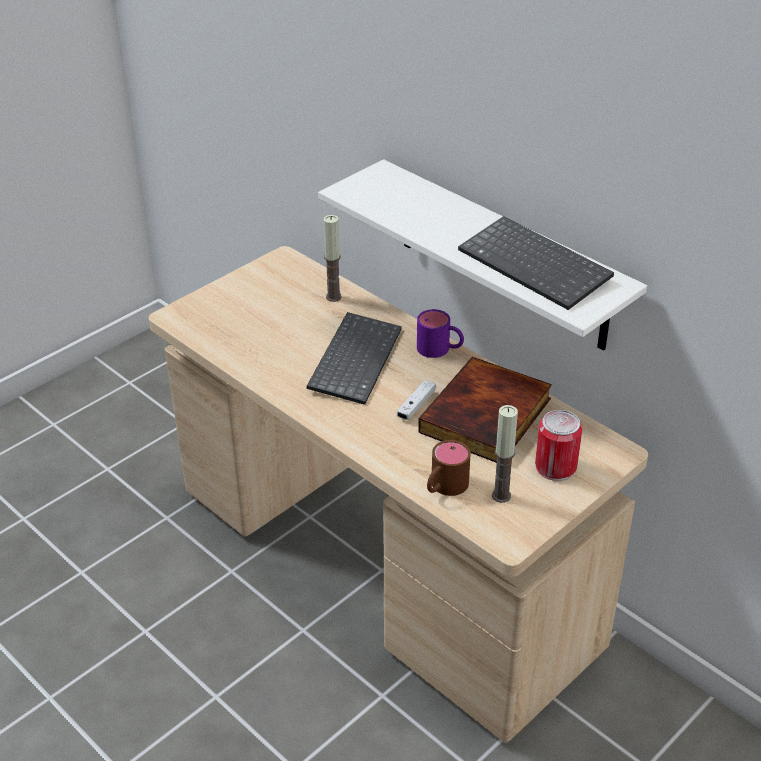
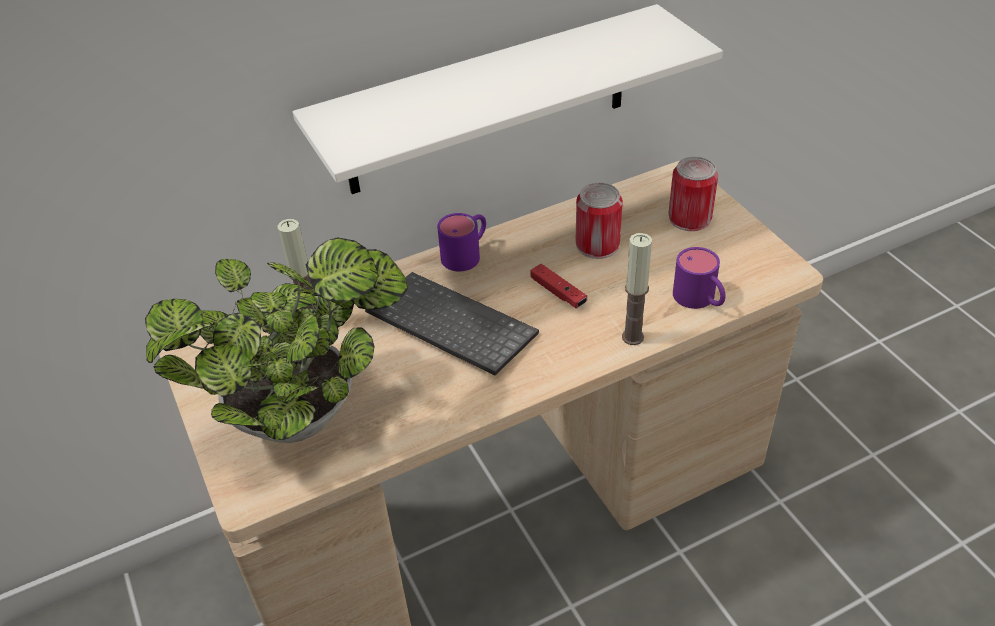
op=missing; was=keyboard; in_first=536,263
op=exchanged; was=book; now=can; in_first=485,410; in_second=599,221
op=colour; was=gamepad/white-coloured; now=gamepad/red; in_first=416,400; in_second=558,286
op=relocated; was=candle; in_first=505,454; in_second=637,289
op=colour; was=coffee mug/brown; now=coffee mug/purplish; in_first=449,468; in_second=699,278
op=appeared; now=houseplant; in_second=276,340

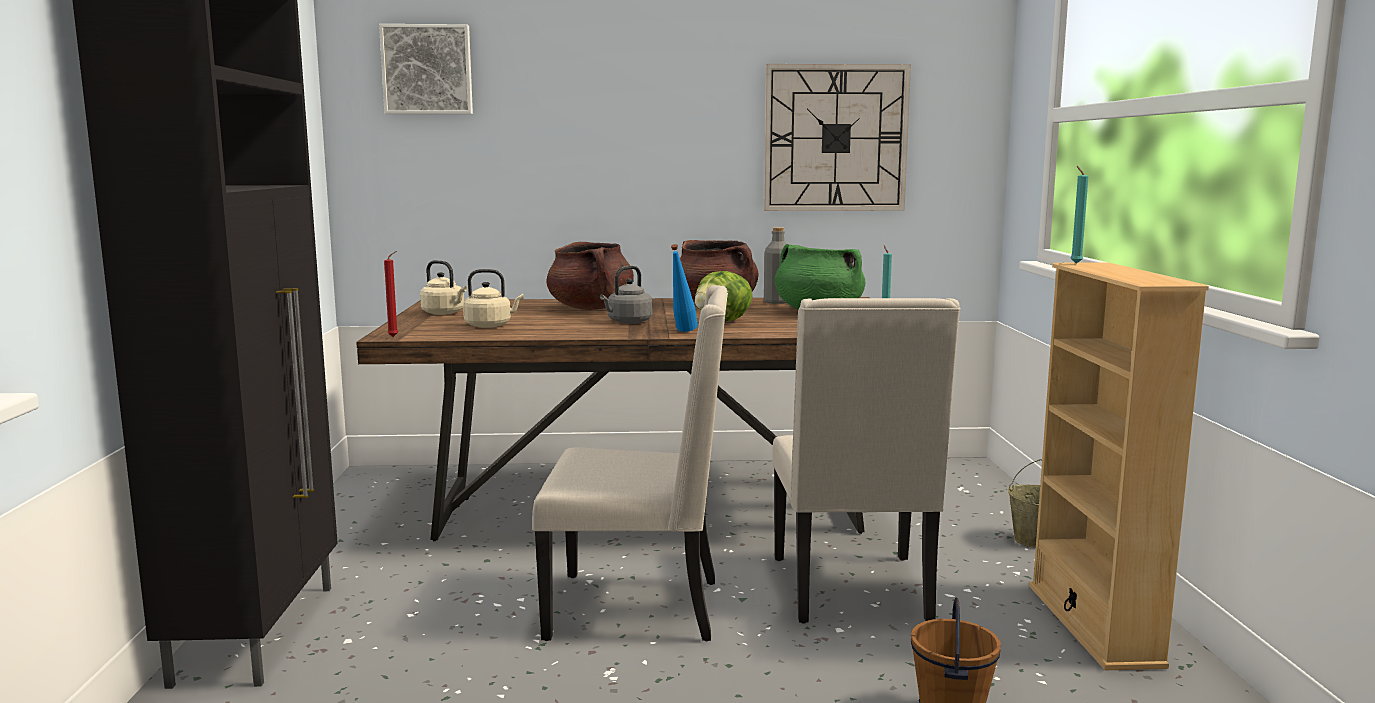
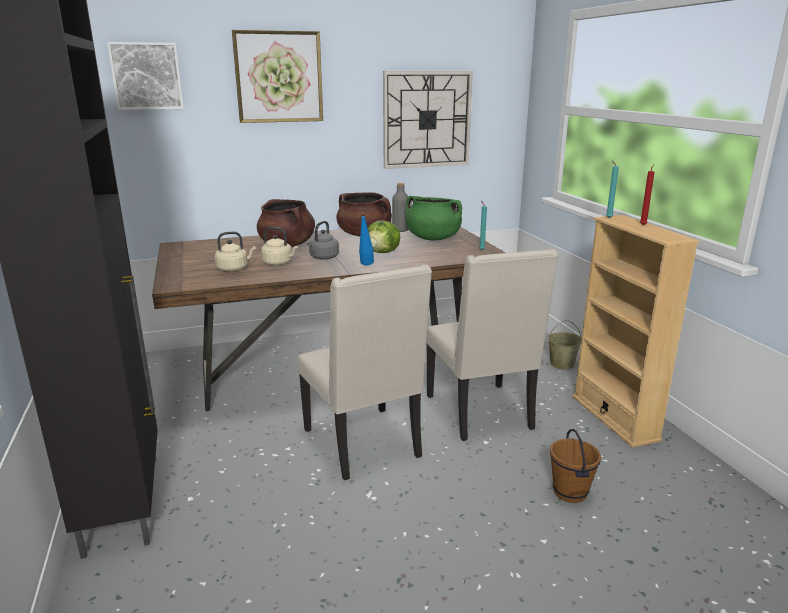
op=relocated; was=candle/red; in_first=391,294; in_second=647,195
op=relocated; was=tea kettle/sand-coloured; in_first=443,287; in_second=279,246
op=spun; was=plain chair/sand-coloured; in_first=630,463; in_second=364,372; clockwise=75
op=appeared; now=picture; in_second=277,76

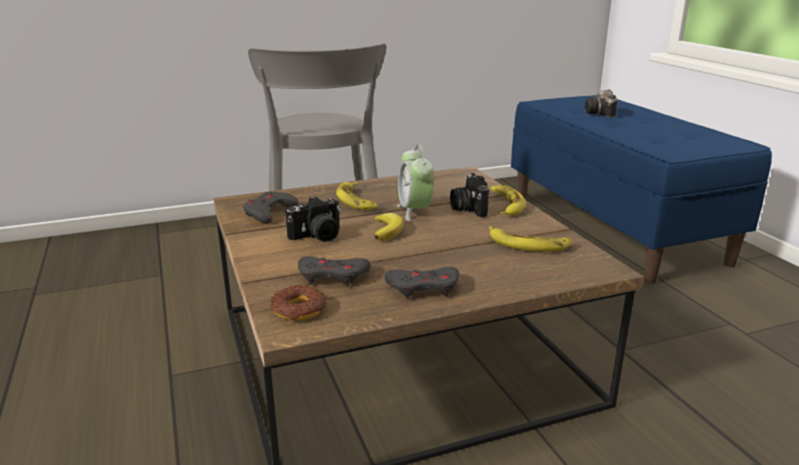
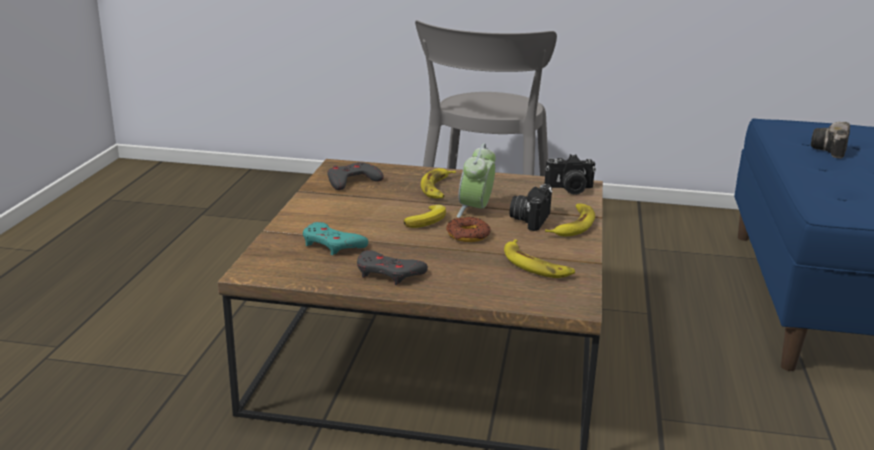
op=relocated; was=still camera; in_first=312,219; in_second=570,174
op=colour; was=gamepad/greyish; now=gamepad/turquoise; in_first=334,271; in_second=335,238
op=relocated; was=doughnut; in_first=298,303; in_second=468,229

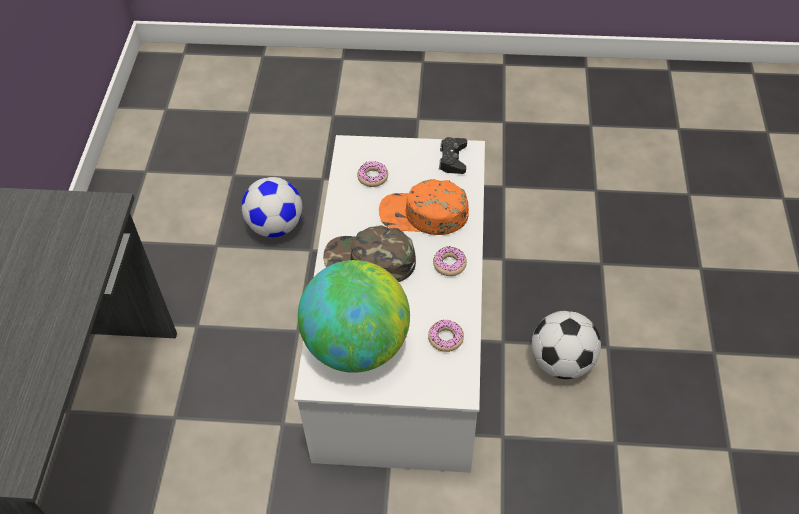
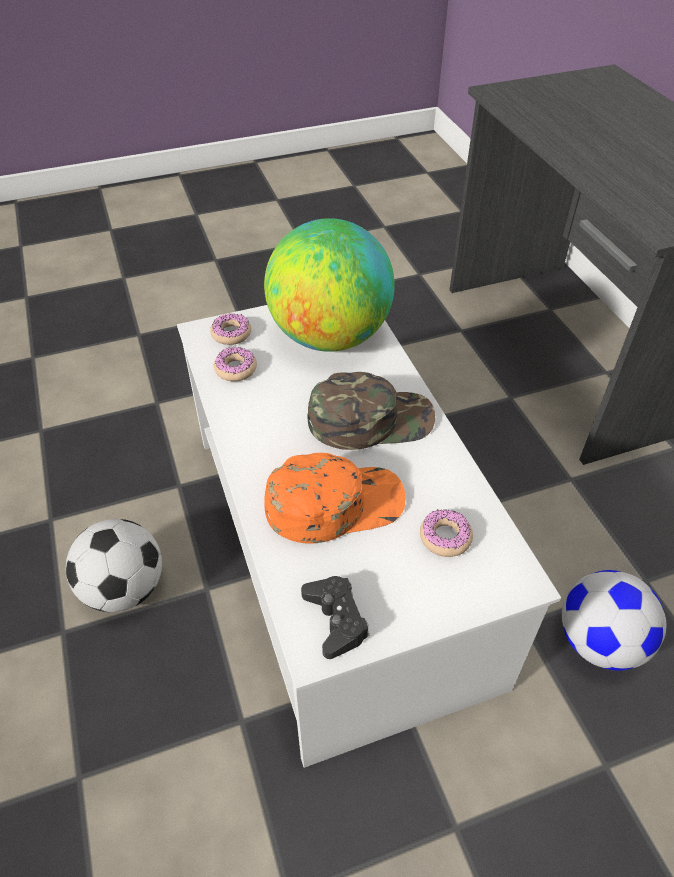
op=relocated; was=doughnut; in_first=450,261; in_second=230,329

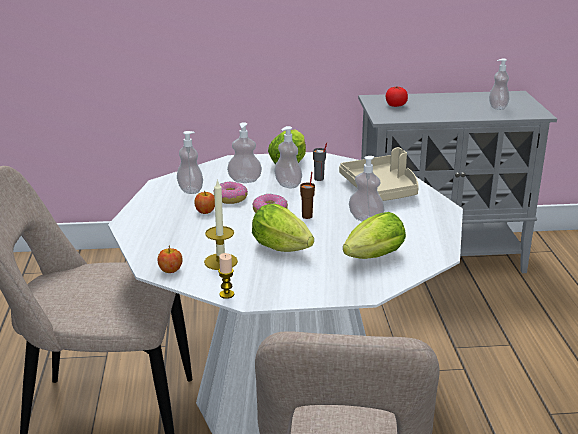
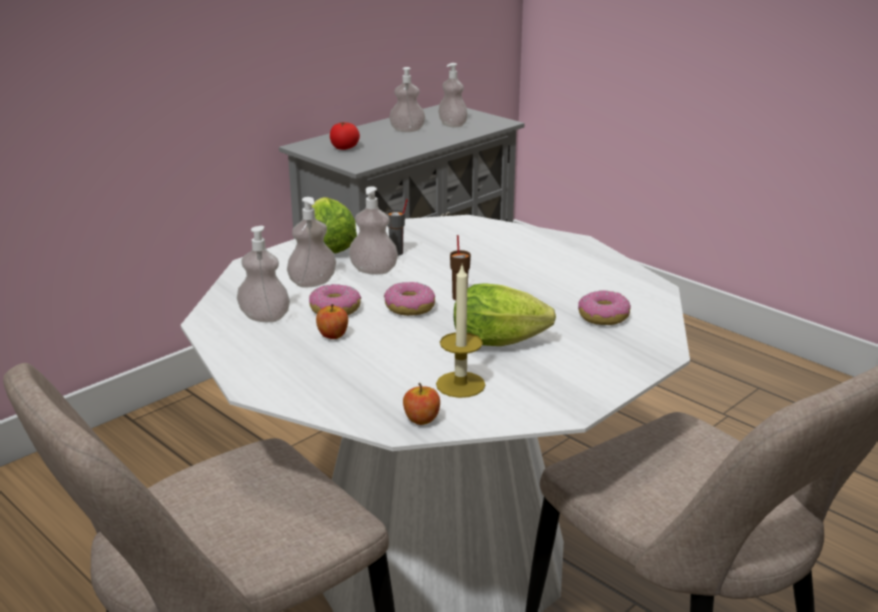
op=missing; was=tray/sand-coloured; in_first=379,174
op=relocated; was=soap bottle; in_first=367,189; in_second=407,99
op=exchanged; was=head of lettuce; now=doughnut; in_first=374,235; in_second=604,307
op=missing; was=candle; in_first=226,276

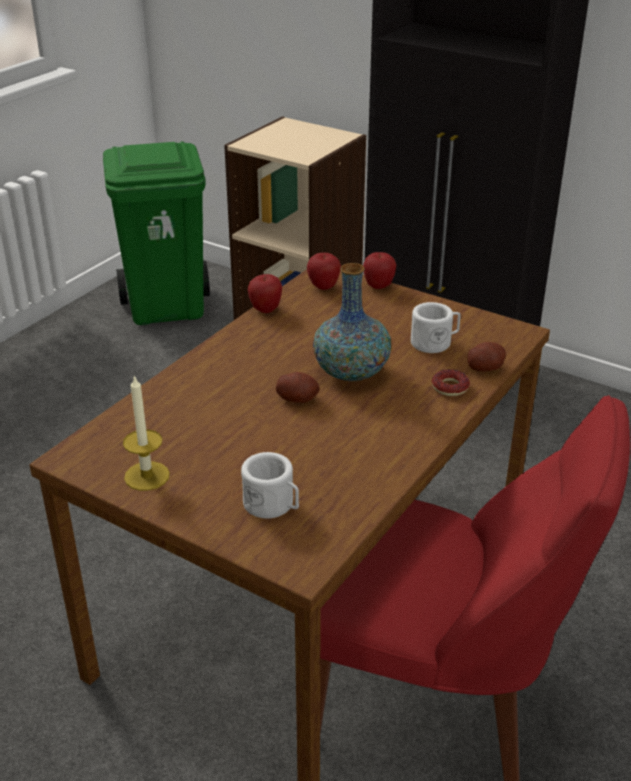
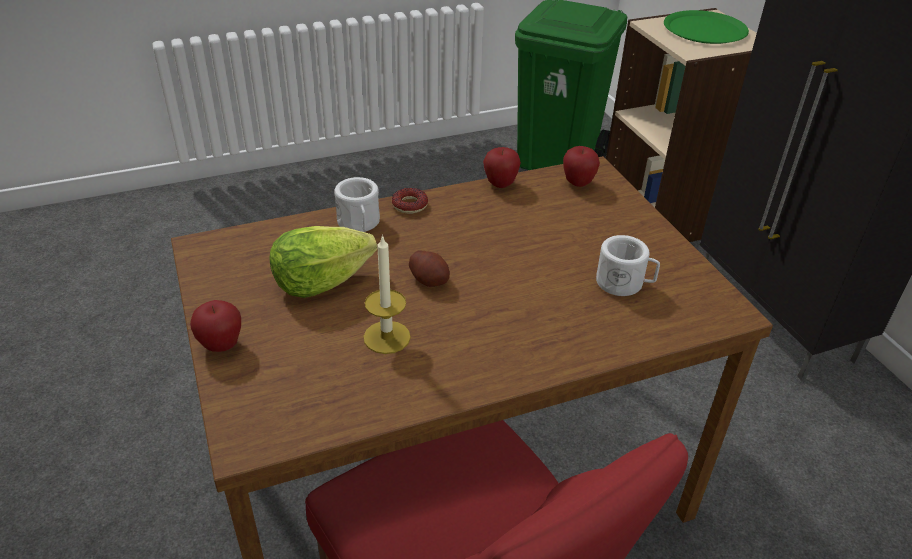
op=relocated; was=apple fruit; in_first=379,270; in_second=215,326
op=missing; was=decorative vase; in_first=352,322
op=missing; was=potato; in_first=487,357
op=relocated; was=doughnut; in_first=451,382; in_second=410,201
op=relocated; was=candle; in_first=146,433; in_second=387,294
op=relocated; was=coffee mug/white-coloured; in_first=270,485; in_second=357,204
op=appeared; now=dinner plate/greenish; in_second=706,27
op=appeared; now=head of lettuce; in_second=323,262

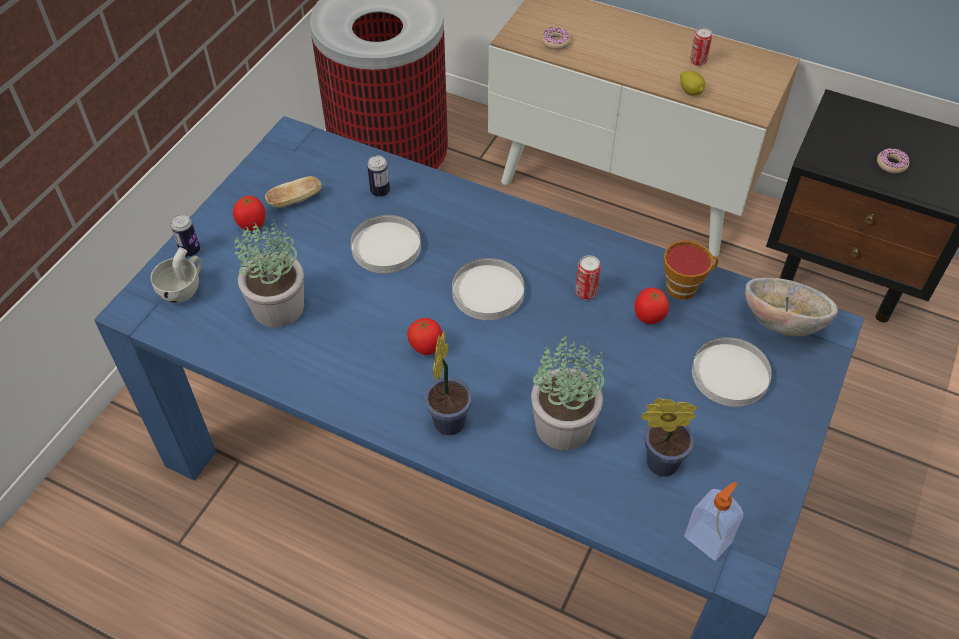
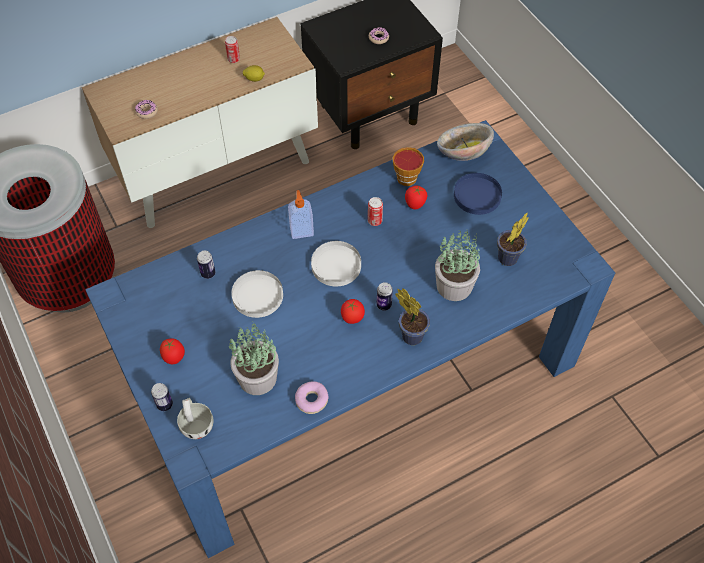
op=missing; was=bread; in_first=293,192
op=colour; was=dinner plate/white-coloured; now=dinner plate/blue; in_first=732,372; in_second=478,194
op=relocated; was=soap bottle; in_first=714,521; in_second=301,214
op=appeared; now=can; in_second=385,296
op=appeared; now=doughnut; in_second=312,397

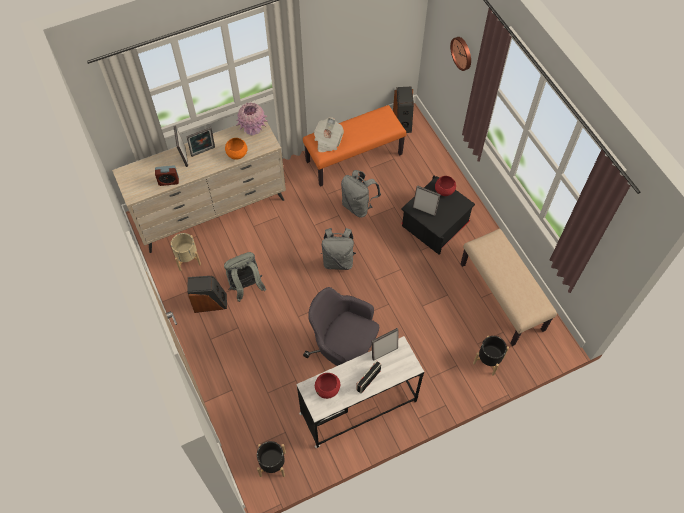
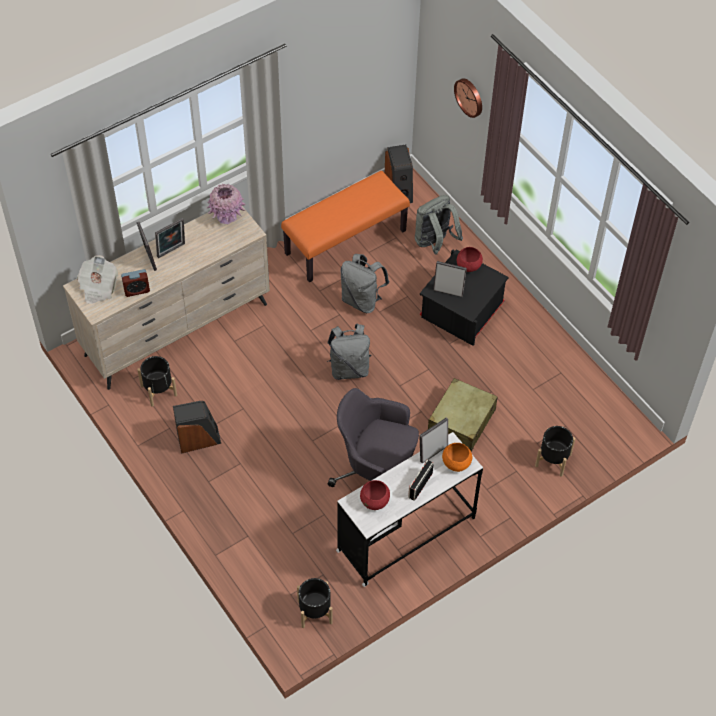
op=relocated; was=daily paper; in_first=329,134; in_second=97,279
op=relocated; was=bowl/orange; in_first=236,149; in_second=457,457
op=missing; was=long seat/sand-coloured; in_first=509,287
op=colour; was=planter/sand-coloured; now=planter/black; in_first=185,252; in_second=157,381
op=relocated; was=backpack/greyish; in_first=245,277; in_second=439,224
op=appeared; now=suitcase/sand-coloured; in_second=463,415

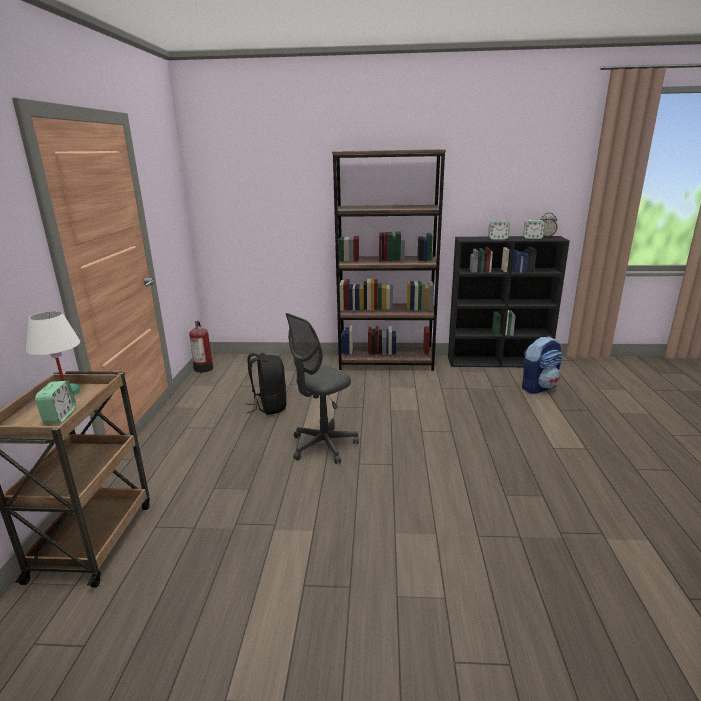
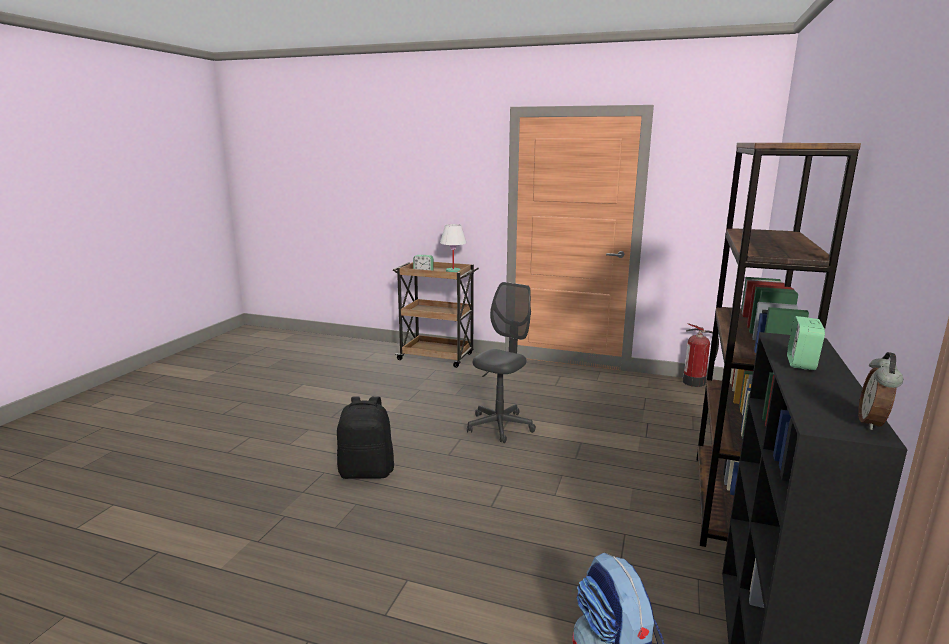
op=missing; was=table clock; in_first=534,229
op=spun; was=computer chair/greyish; in_first=322,388; in_second=501,362; clockwise=60
op=relocated; was=backpack/black; in_first=265,384; in_second=365,437

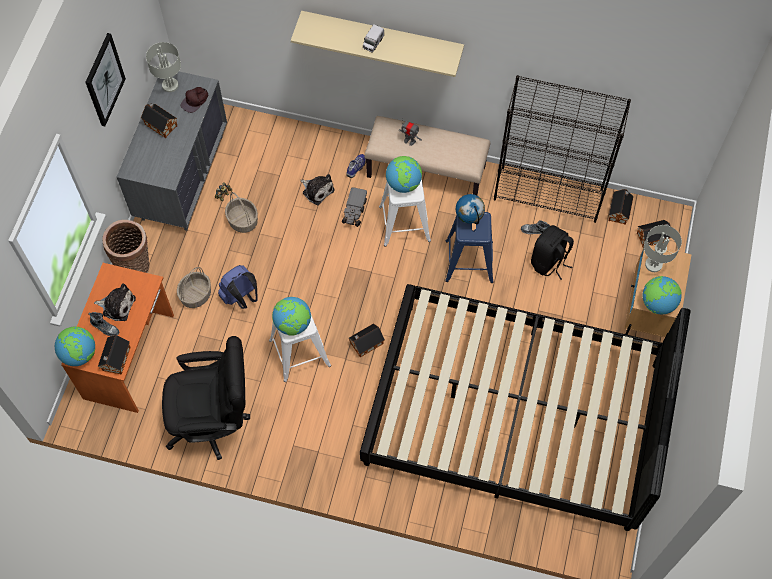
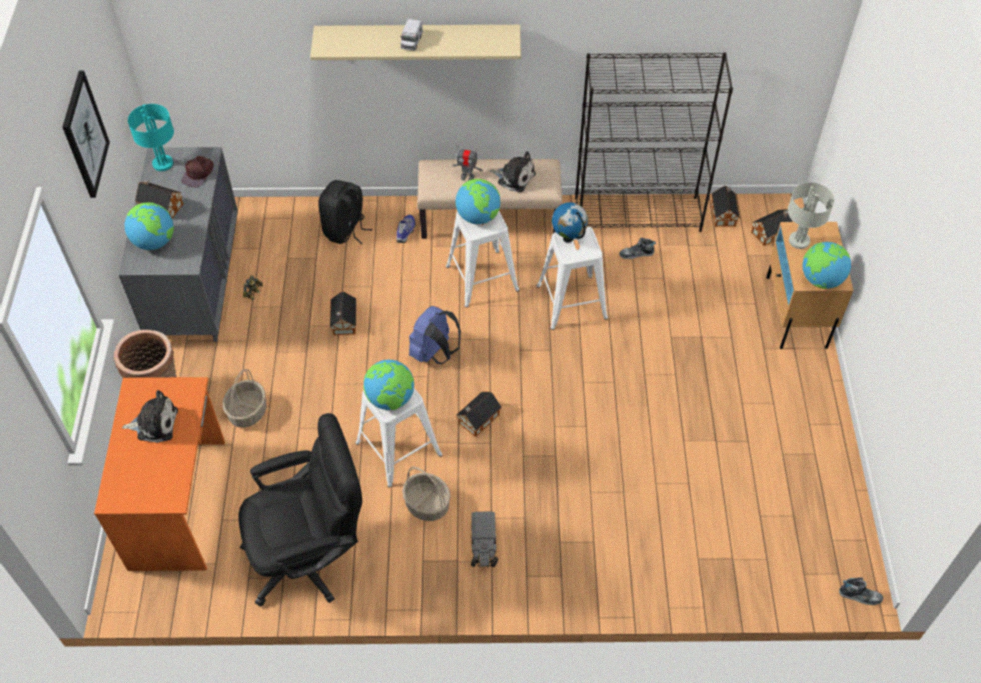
op=colour; was=table lamp/greyish; now=table lamp/turquoise; in_first=163,67; in_second=151,137
op=relocated; was=plush toy; in_first=317,189; in_second=513,171
op=relocated; was=toy truck; in_first=354,207; in_second=484,539
op=relocated; was=storage basket; in_first=241,212; in_second=426,493
op=colour; was=stool/blue; now=stool/white-coloured; in_first=469,247; in_second=572,278
op=relocated; was=backpack/black; in_first=552,252; in_second=345,212
op=relocated; was=backpack/blue; in_first=238,287; in_second=435,335
op=missing; was=bed/black; in_first=525,407
op=relocated; was=shoe; in_first=104,324; in_second=861,591
op=relocated; was=globe; in_first=75,346; in_second=149,226
op=relocated; was=toy house; in_first=114,355; in_second=343,313

